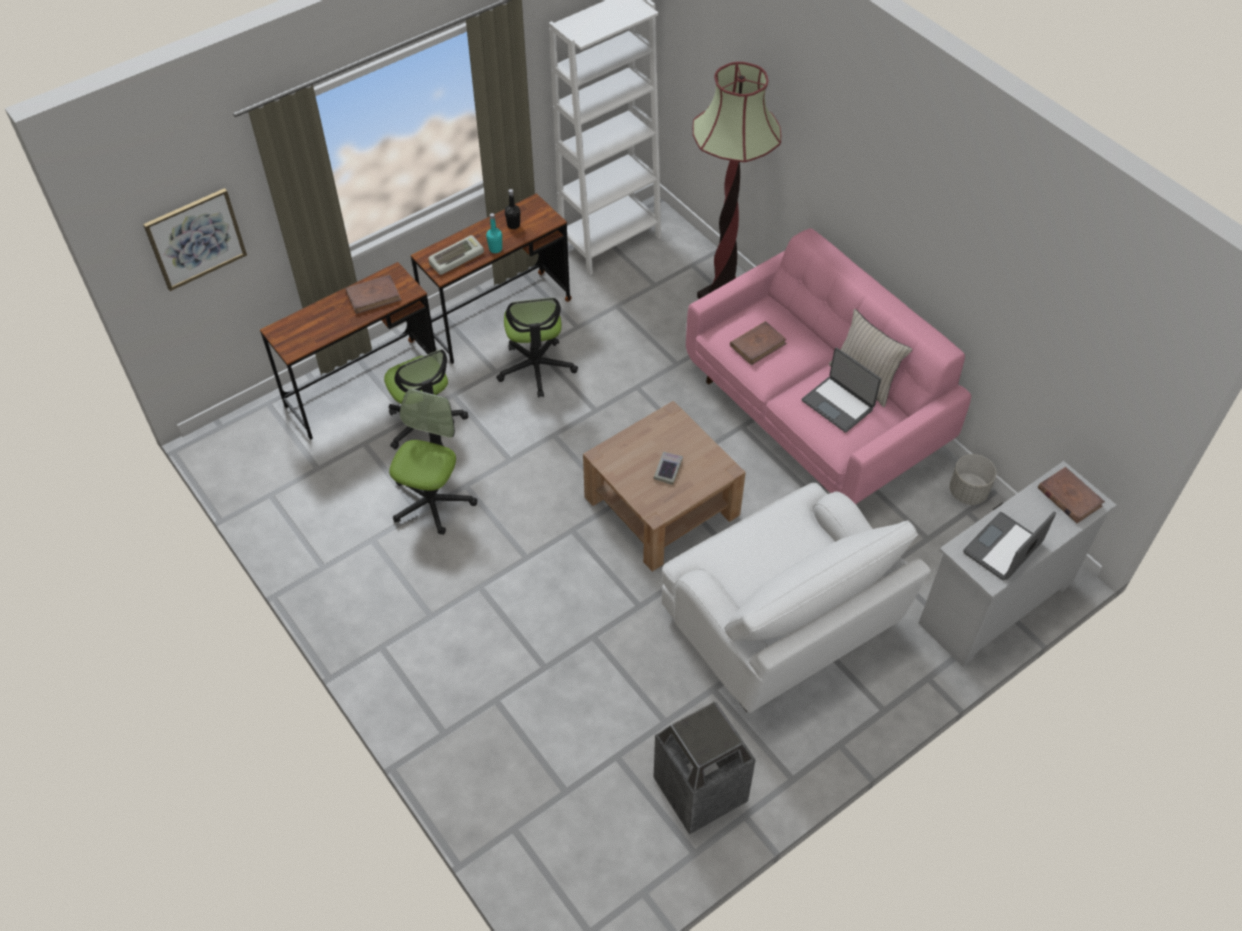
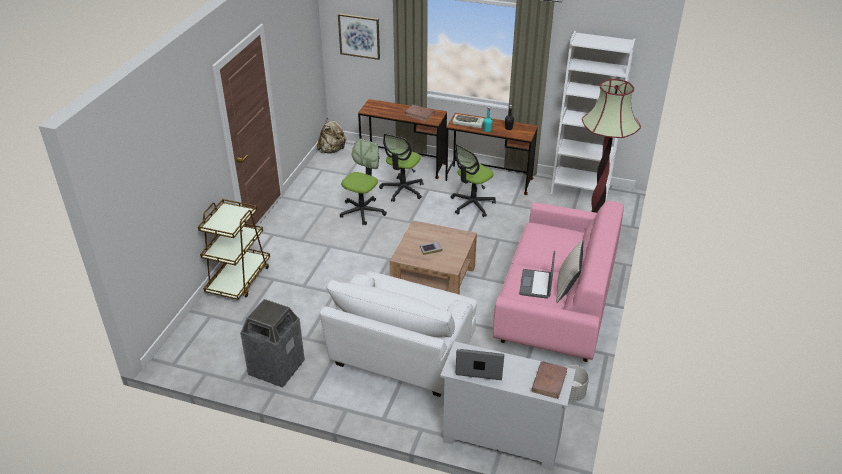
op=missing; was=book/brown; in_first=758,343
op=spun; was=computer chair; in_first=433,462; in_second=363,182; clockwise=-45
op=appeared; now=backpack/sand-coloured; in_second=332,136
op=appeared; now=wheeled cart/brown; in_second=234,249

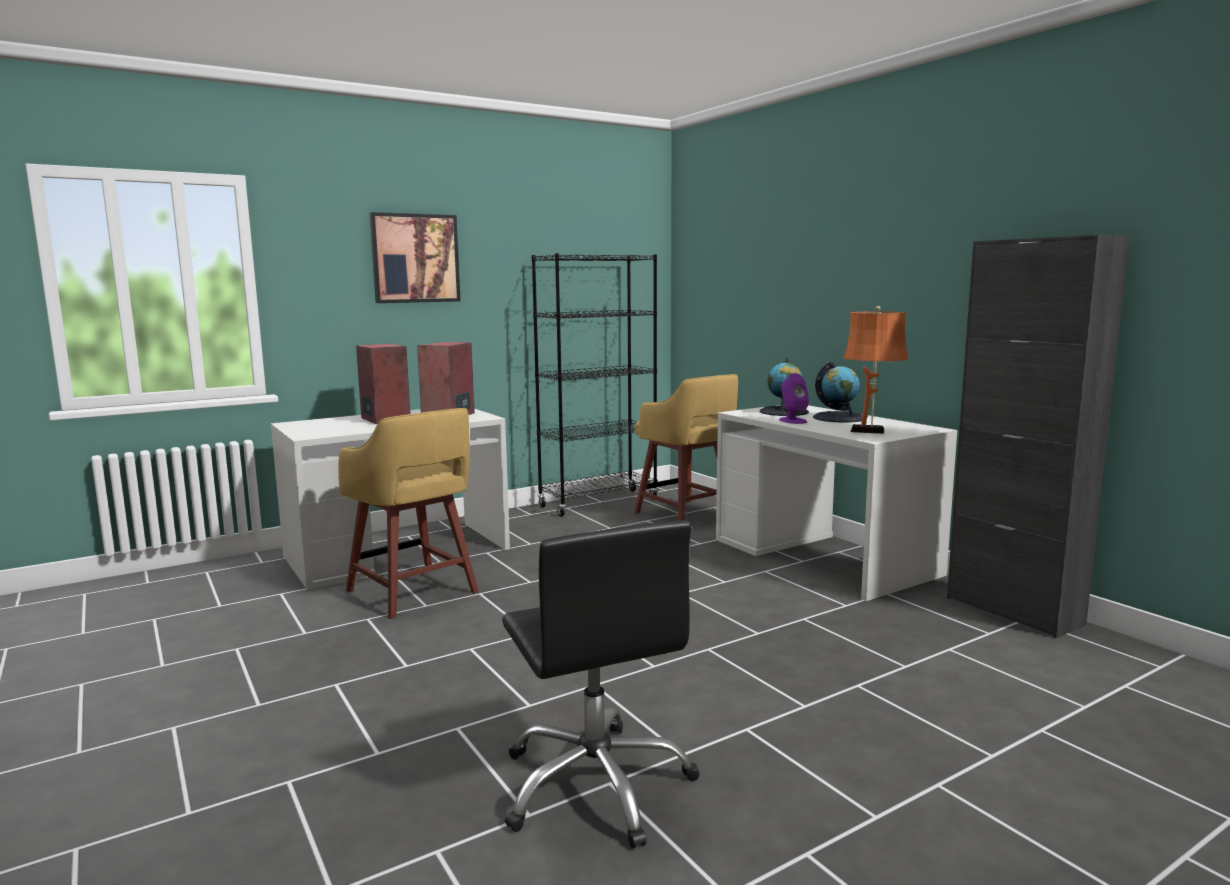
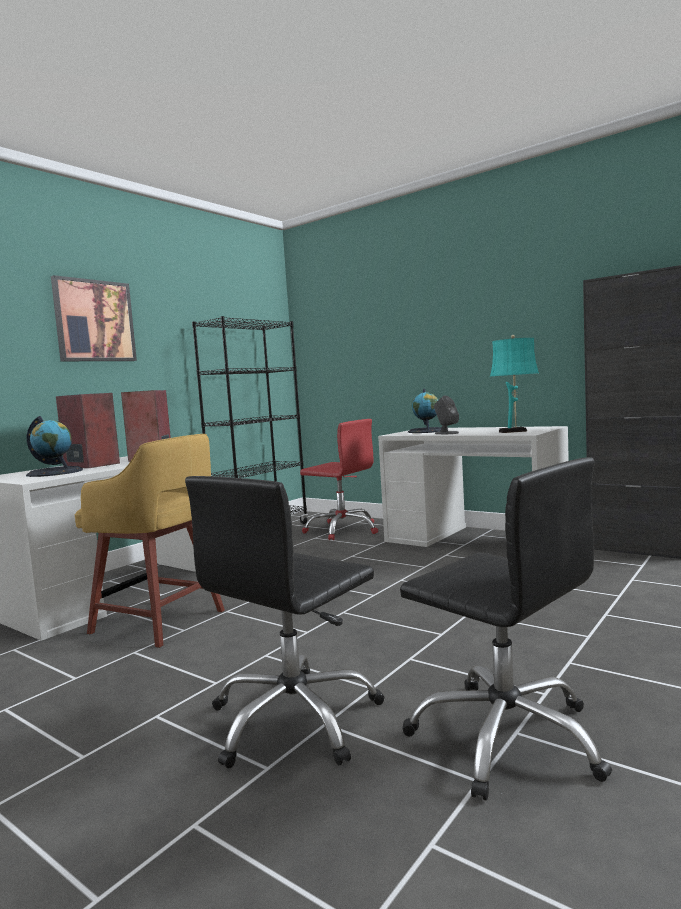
op=colour; was=table lamp/orange; now=table lamp/turquoise; in_first=876,370; in_second=514,384
op=relocated; was=globe; in_first=837,392; in_second=54,446
op=colour; was=speaker/purplish; now=speaker/greyish; in_first=794,398; in_second=446,415
op=exchanged; was=stool/yellowish; now=computer chair/red; in_first=686,447; in_second=339,479
op=appeared; now=computer chair/black; in_second=284,622

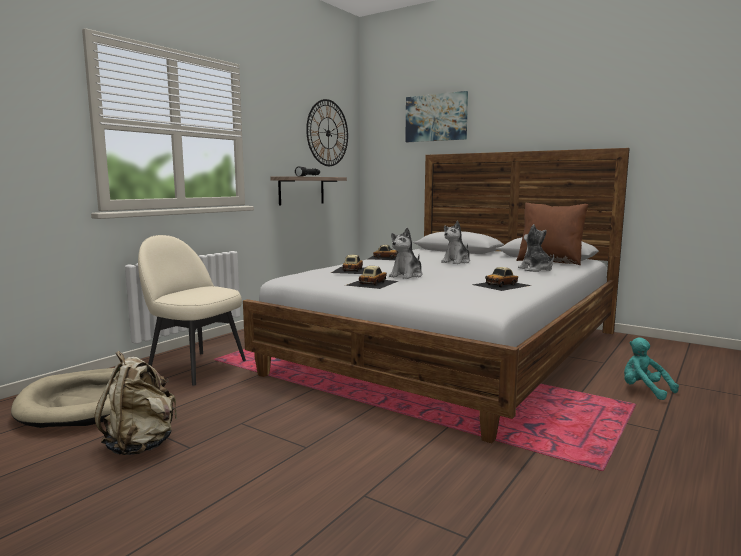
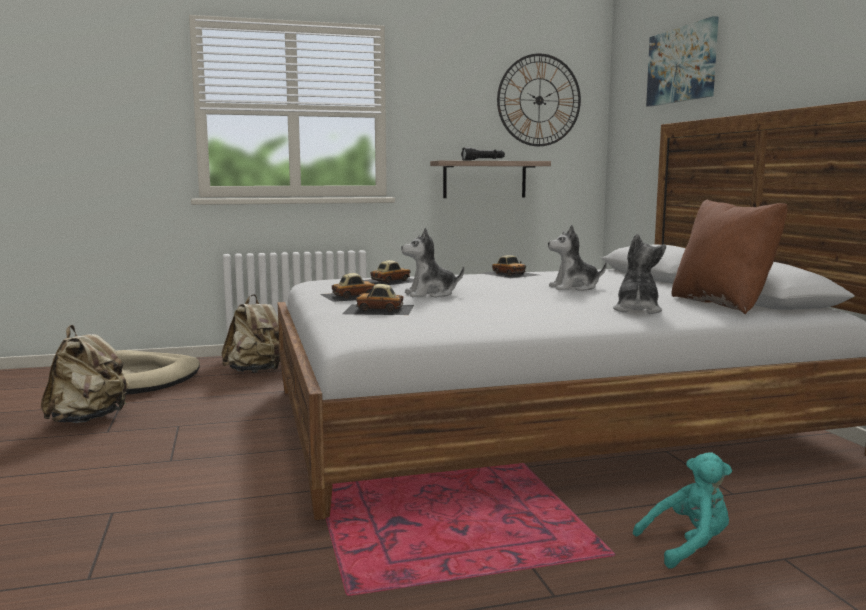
op=exchanged; was=plain chair/sand-coloured; now=backpack/sand-coloured; in_first=192,310; in_second=250,333
op=relocated; was=miniature car; in_first=502,279; in_second=378,299
op=spun; was=plush toy/turquoise; in_first=651,368; in_second=682,510; clockwise=75

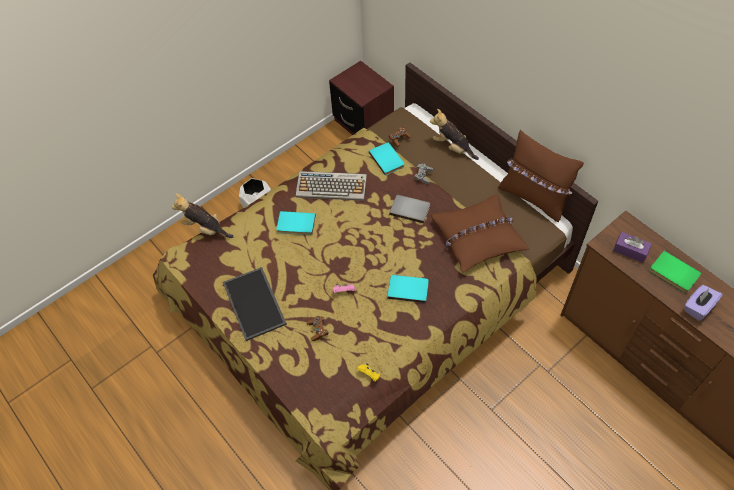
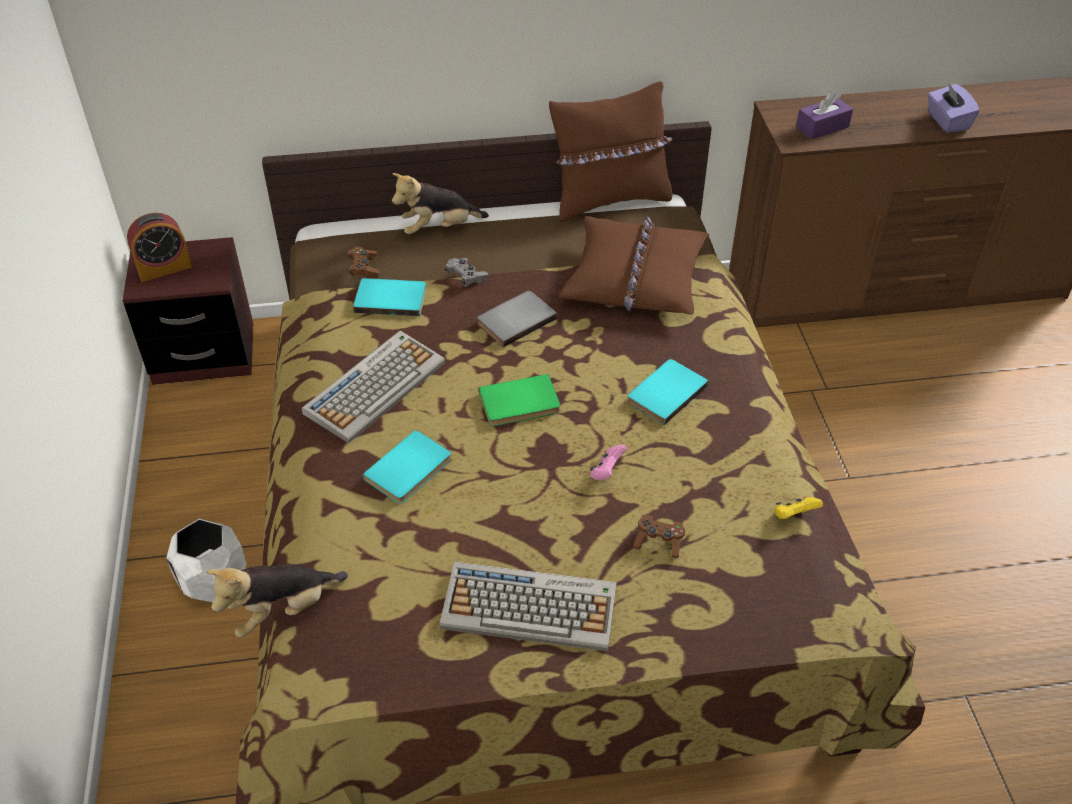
op=relocated; was=book/greenish; in_first=676,272; in_second=519,400
op=exchanged; was=tray; now=keyboard; in_first=255,304; in_second=528,606
op=appeared; now=table clock; in_second=159,247

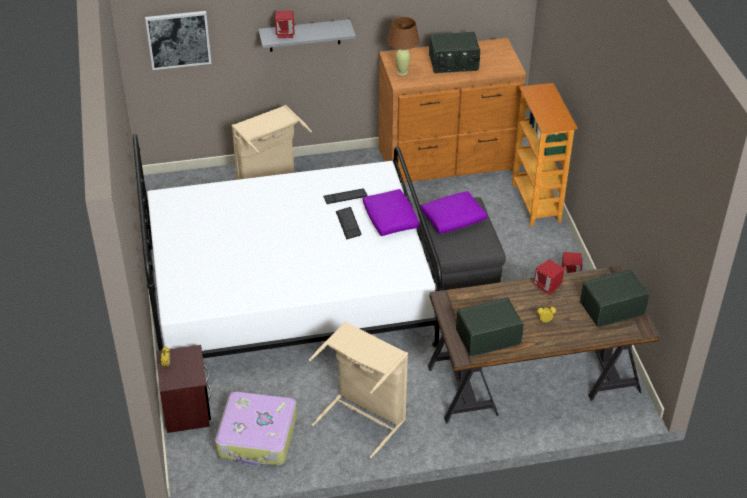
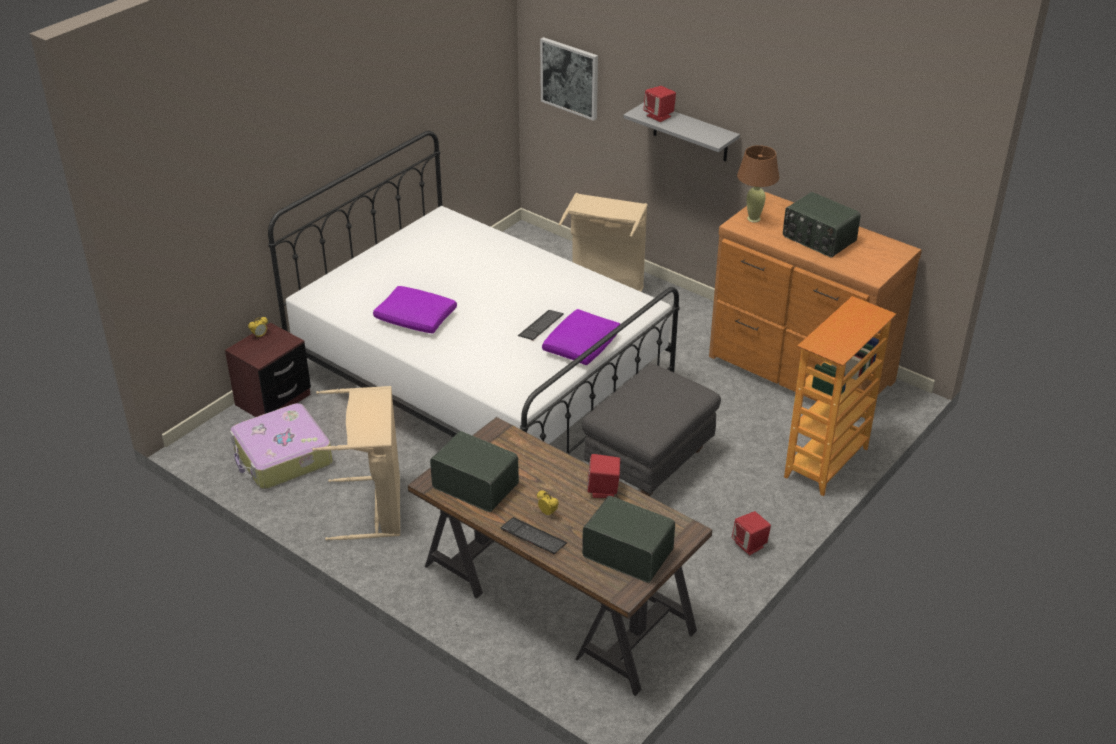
op=relocated; was=keyboard; in_first=345,196; in_second=534,536
op=relocated; was=cushion/purplish; in_first=454,212; in_second=415,309

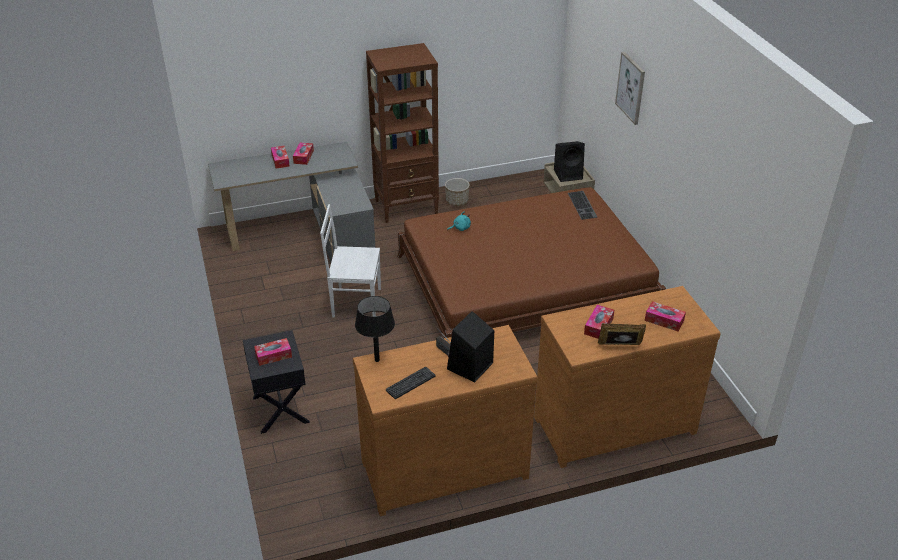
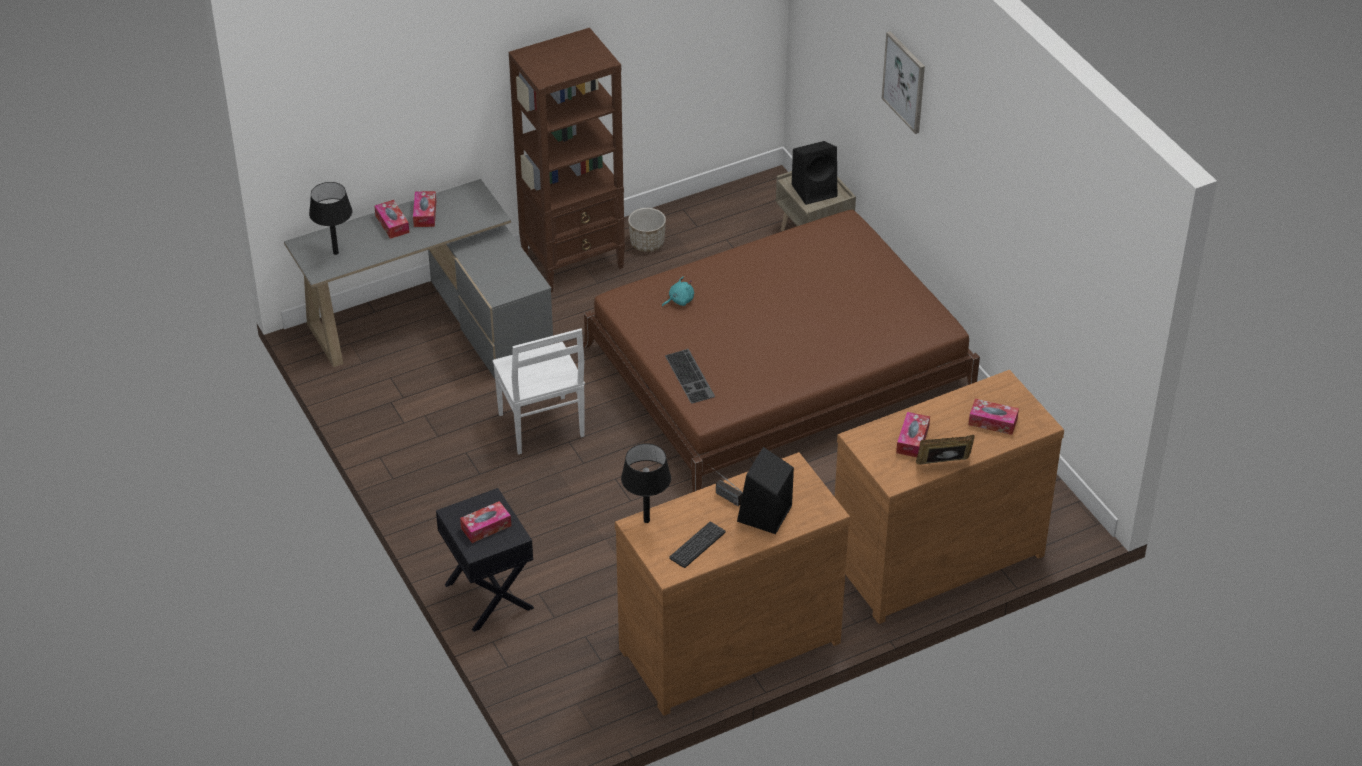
op=relocated; was=keyboard; in_first=582,205; in_second=690,376
op=spun; was=plain chair/white-coloured; in_first=350,261; in_second=538,391; clockwise=-105
op=appeared; now=table lamp/black; in_second=330,218

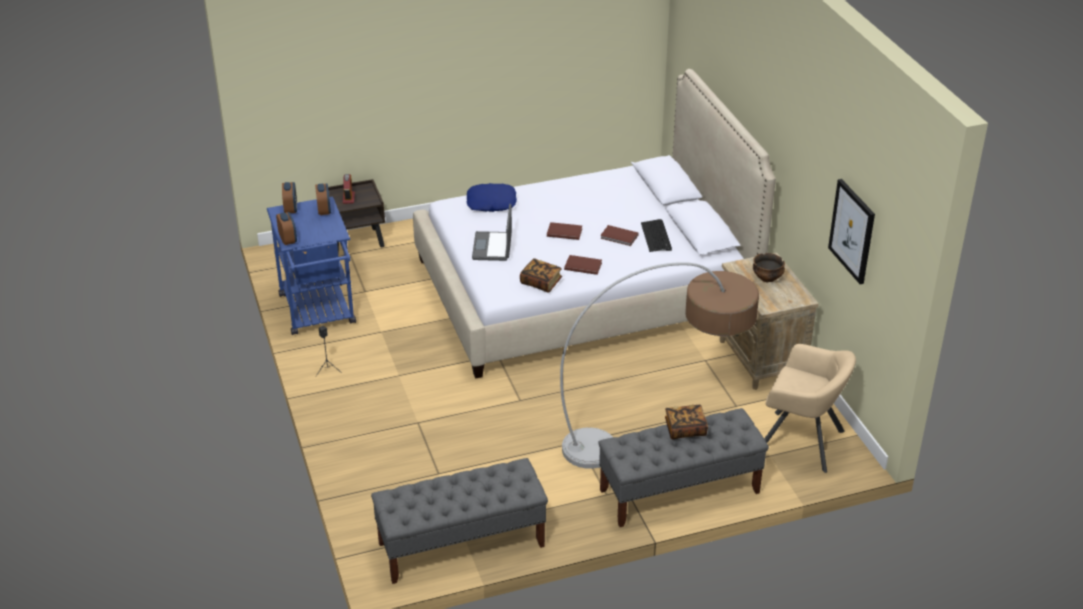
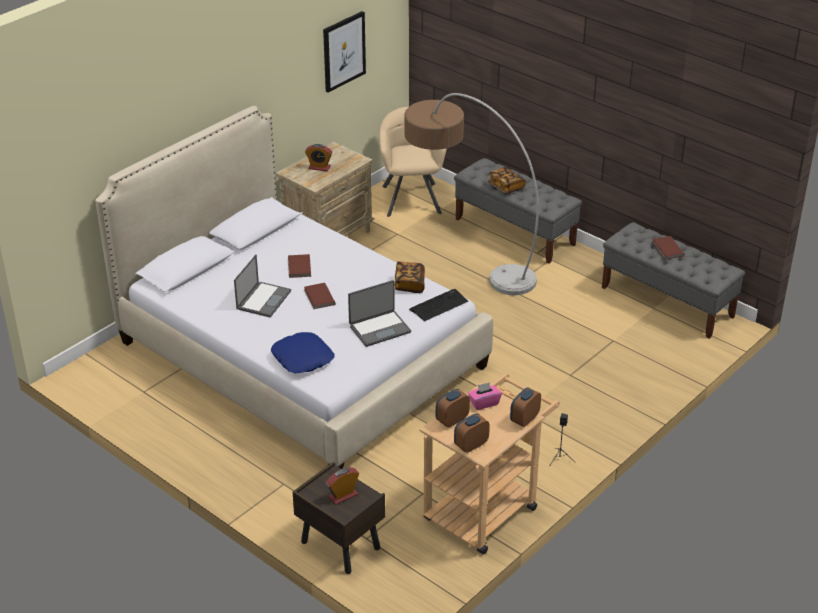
op=colour; was=wheeled cart/blue; now=wheeled cart/sand-coloured; in_first=311,266; in_second=489,463
op=relocated; was=keyboard; in_first=656,235; in_second=438,305
op=exchanged; was=bowl; now=table clock; in_first=769,268; in_second=318,157
op=relocated; was=book/brown; in_first=583,265; in_second=668,248
op=appeared; now=notebook computer; in_second=262,286
op=appeared; now=tissue box/pinkish; in_second=485,396

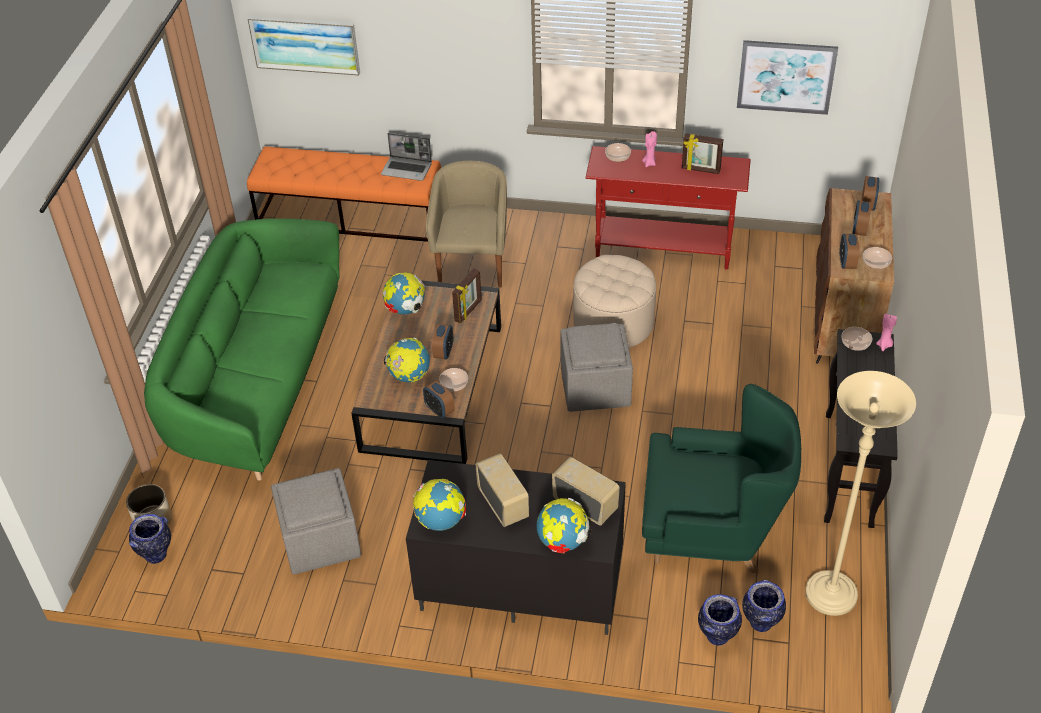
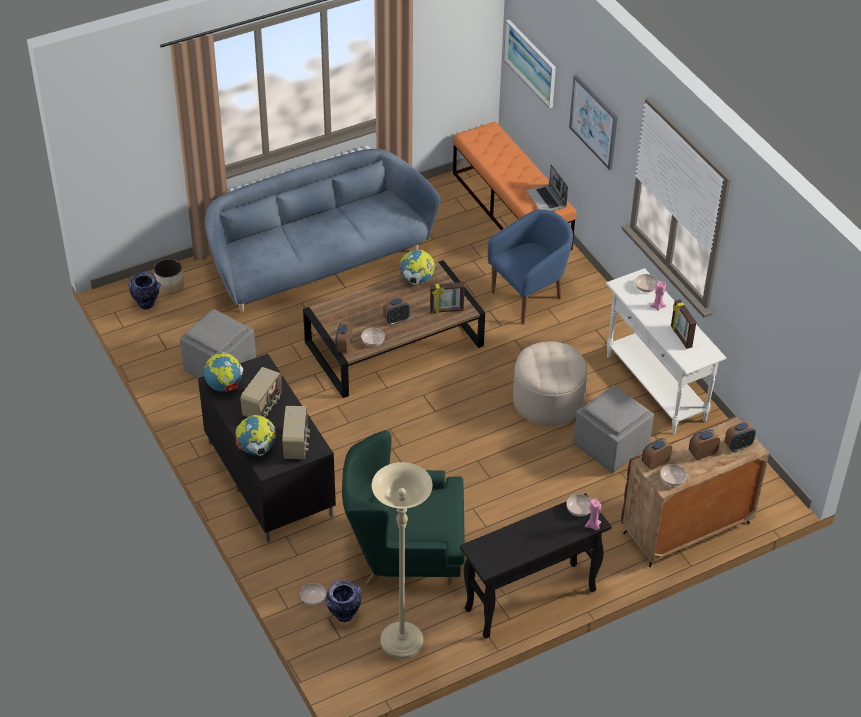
op=relocated; was=picture; in_first=787,77; in_second=593,122
op=colour; was=narrow table/red; now=narrow table/white-coloured; in_first=668,208; in_second=666,351
op=colour; was=easy chair/sand-coloured; now=easy chair/blue; in_first=466,224; in_second=530,266
op=colour; was=sofa/greenish; now=sofa/blue; in_first=242,349; in_second=322,231
op=relocated; was=pouffe/greyish; in_first=596,367; in_second=613,429
op=missing; was=globe; in_first=407,360
op=spun; was=easy chair/greenish; in_first=721,478; in_second=403,507; clockwise=120
op=exchanged; was=decorative vase; now=bowl; in_first=720,619; in_second=313,594

